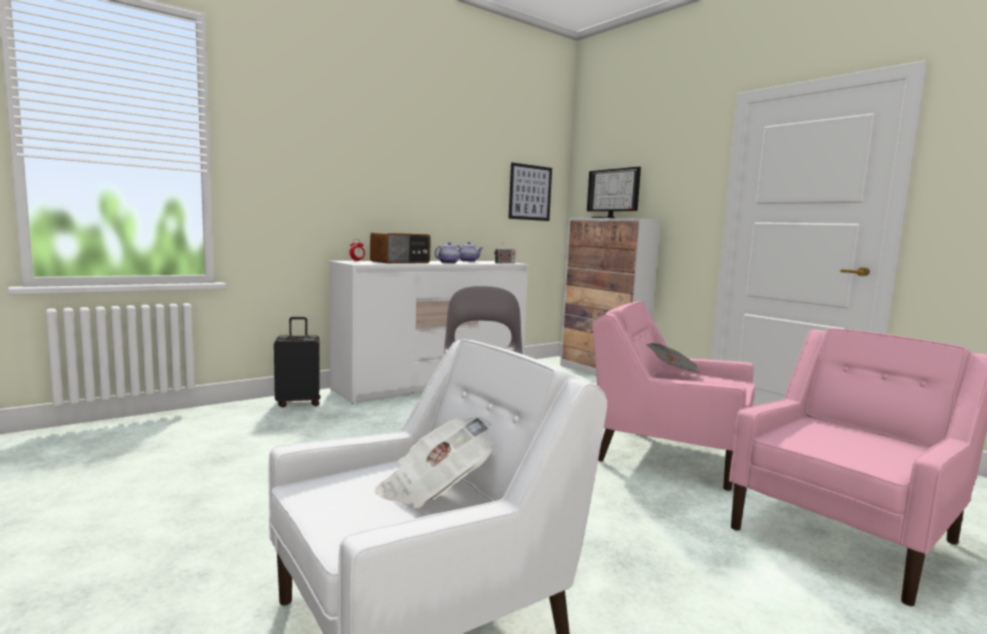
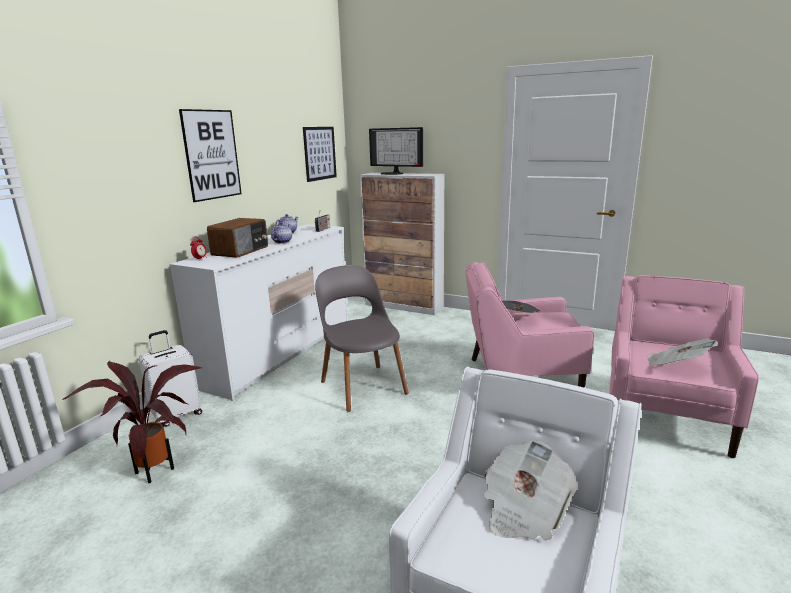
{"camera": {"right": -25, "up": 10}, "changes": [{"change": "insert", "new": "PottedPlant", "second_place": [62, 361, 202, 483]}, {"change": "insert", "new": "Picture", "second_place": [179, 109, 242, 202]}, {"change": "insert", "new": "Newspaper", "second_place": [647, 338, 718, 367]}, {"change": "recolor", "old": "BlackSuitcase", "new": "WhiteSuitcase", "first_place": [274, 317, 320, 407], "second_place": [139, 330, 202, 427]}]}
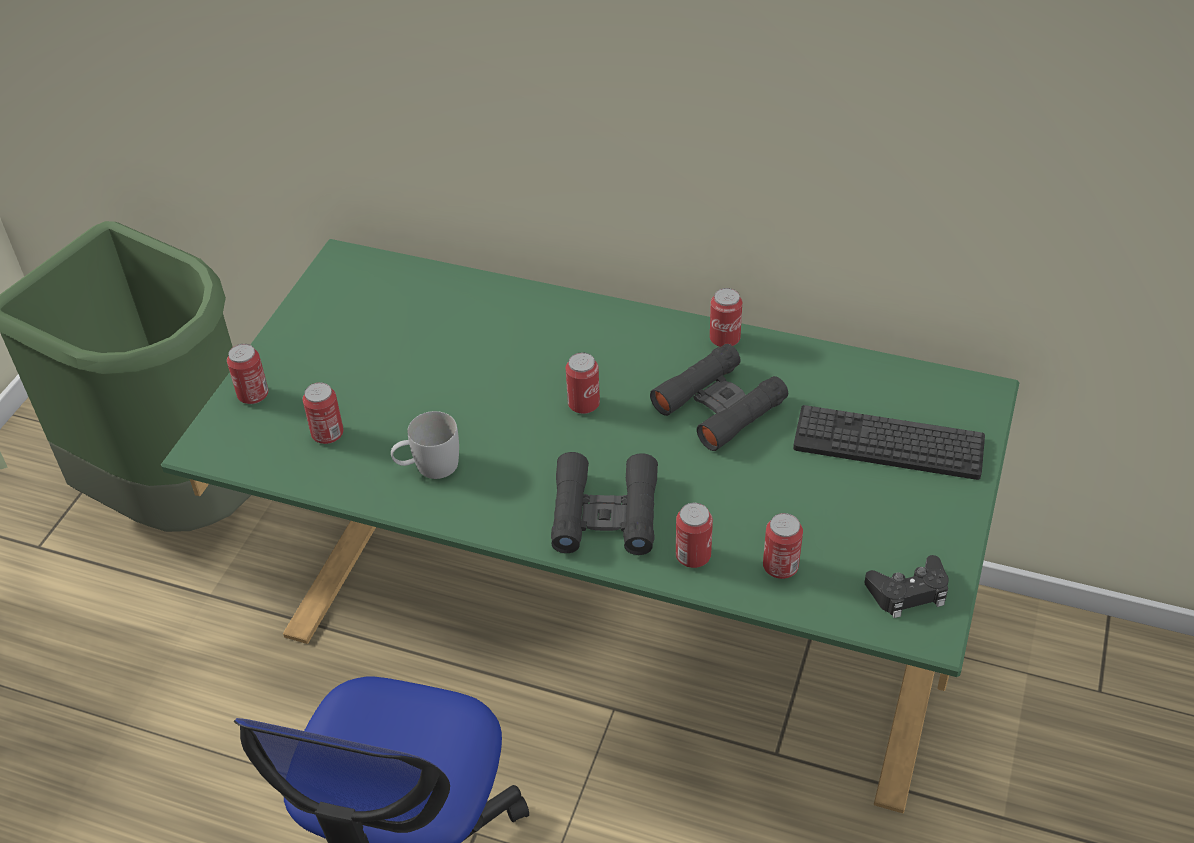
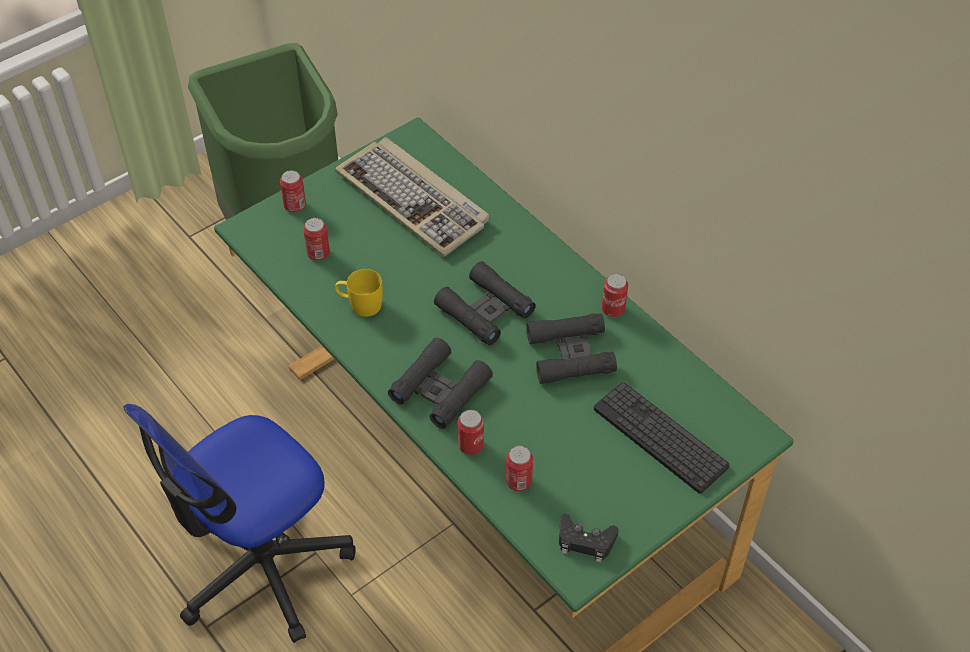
{"camera": {"right": 30, "up": 5}, "changes": [{"change": "insert", "new": "Keyboard", "second_place": [335, 137, 489, 257]}, {"change": "replace", "old": "Can", "new": "BlackBinoculars", "first_place": [566, 353, 600, 414], "second_place": [434, 261, 536, 345]}, {"change": "recolor", "old": "WhiteMug", "new": "YellowMug", "first_place": [391, 411, 459, 479], "second_place": [335, 269, 383, 317]}]}
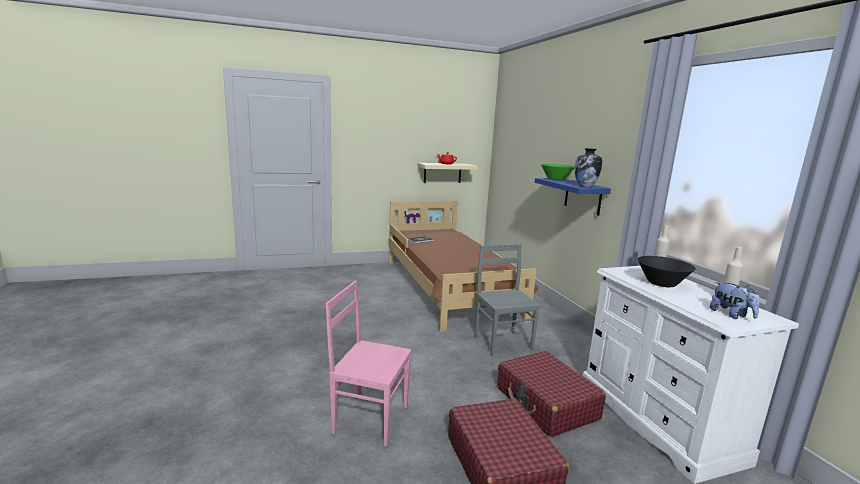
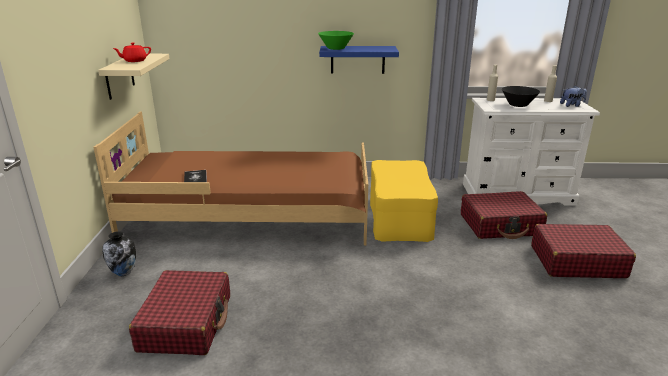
{"camera": {"right": -70, "up": 10}, "changes": [{"change": "delete", "old": "PinkChair", "first_place": [326, 281, 412, 446]}, {"change": "insert", "new": "RedSuitcase", "second_place": [129, 270, 230, 355]}, {"change": "move", "old": "Vase", "first_place": [575, 148, 602, 187], "second_place": [102, 231, 136, 276]}, {"change": "replace", "old": "GreyChair", "new": "YellowOttoman", "first_place": [474, 244, 541, 356], "second_place": [370, 160, 438, 242]}]}
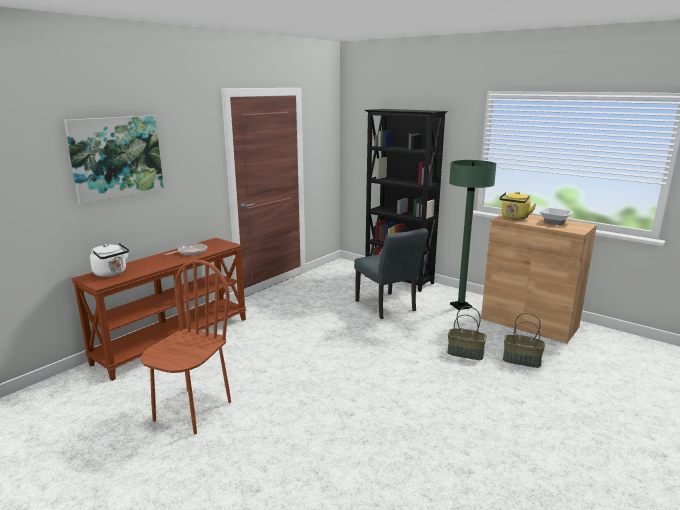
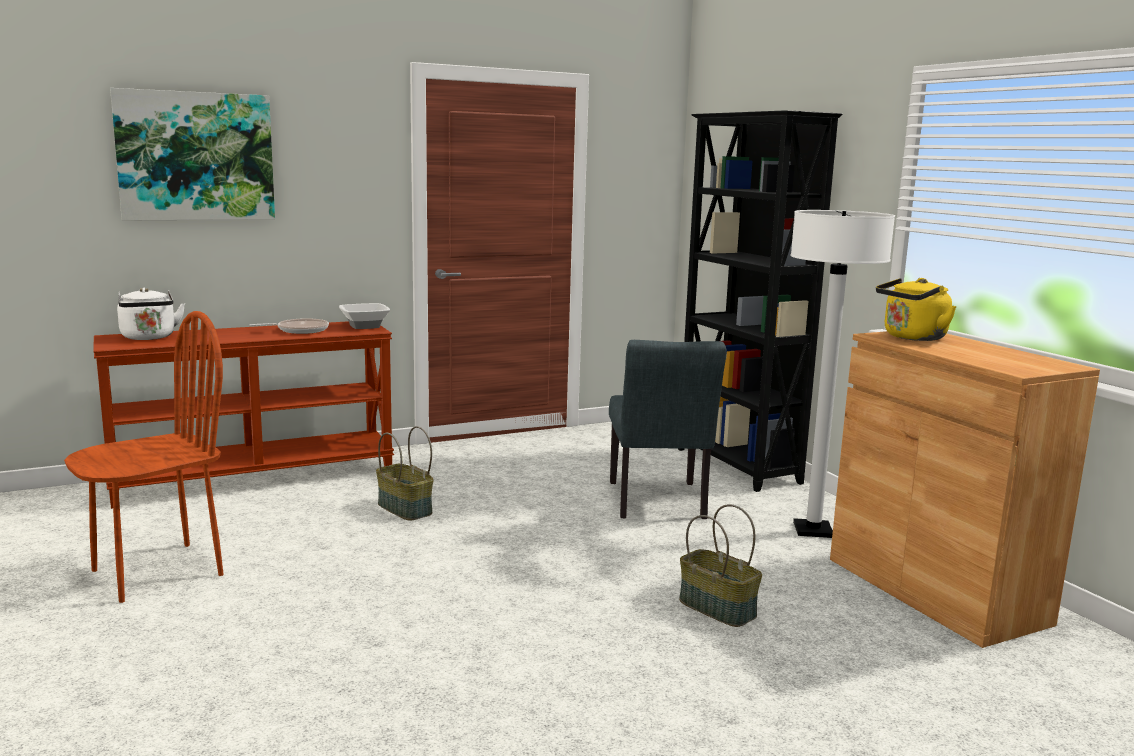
{"camera": {"right": 25, "up": -5}, "changes": [{"change": "move", "old": "Basket", "first_place": [503, 313, 545, 368], "second_place": [376, 426, 434, 521]}, {"change": "move", "old": "Bowl", "first_place": [540, 208, 573, 225], "second_place": [339, 303, 390, 329]}, {"change": "recolor", "old": "GreenFloorLamp", "new": "WhiteFloorLamp", "first_place": [449, 160, 496, 310], "second_place": [790, 210, 895, 538]}]}
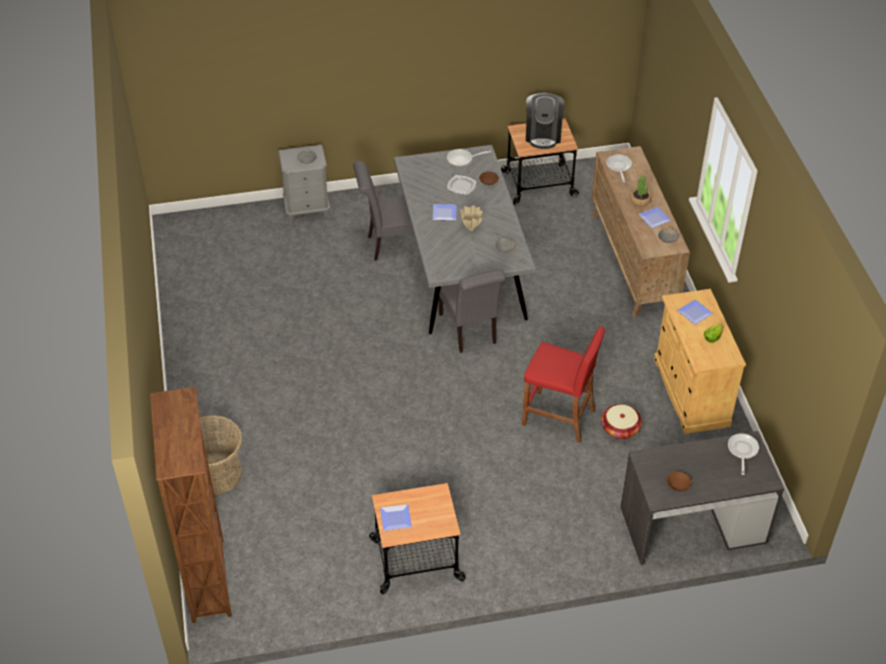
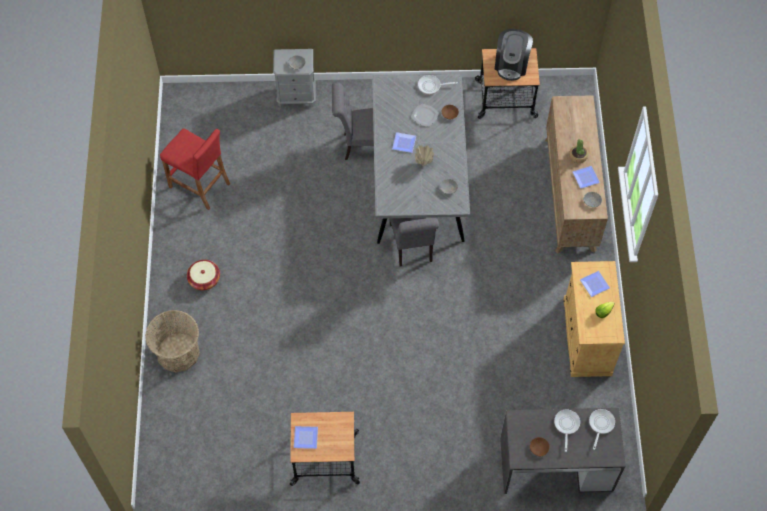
{"camera": {"right": 10, "up": 15}, "changes": [{"change": "delete", "old": "BrownBookcase", "first_place": [150, 387, 232, 623]}, {"change": "move", "old": "RedStool", "first_place": [522, 326, 605, 443], "second_place": [160, 128, 230, 210]}, {"change": "move", "old": "Basket", "first_place": [601, 404, 642, 439], "second_place": [187, 260, 220, 290]}, {"change": "move", "old": "FryingPan", "first_place": [606, 154, 632, 182], "second_place": [554, 410, 580, 452]}]}
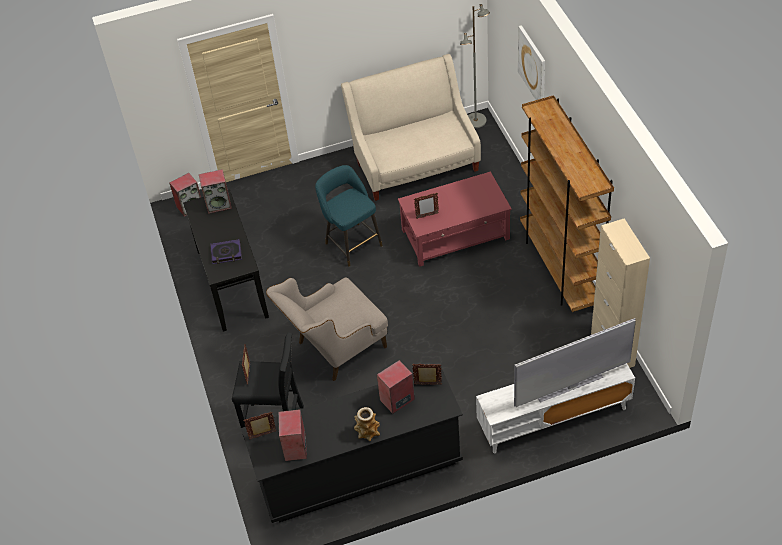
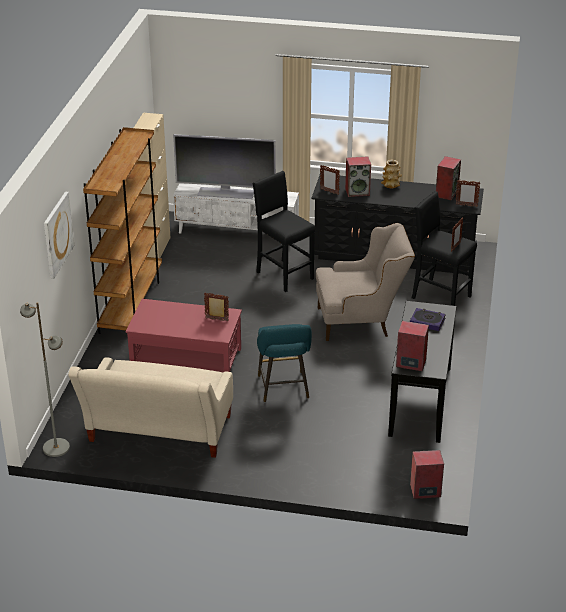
{"camera": {"right": -155, "up": -15}, "changes": [{"change": "insert", "new": "BlackStool", "second_place": [253, 171, 315, 292]}]}
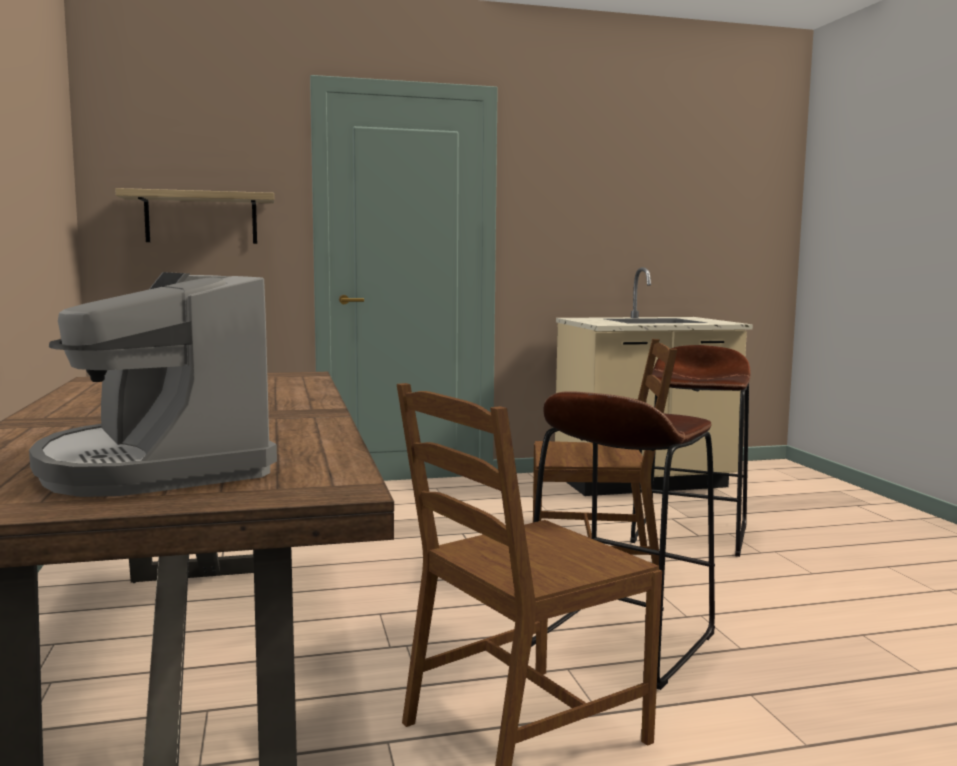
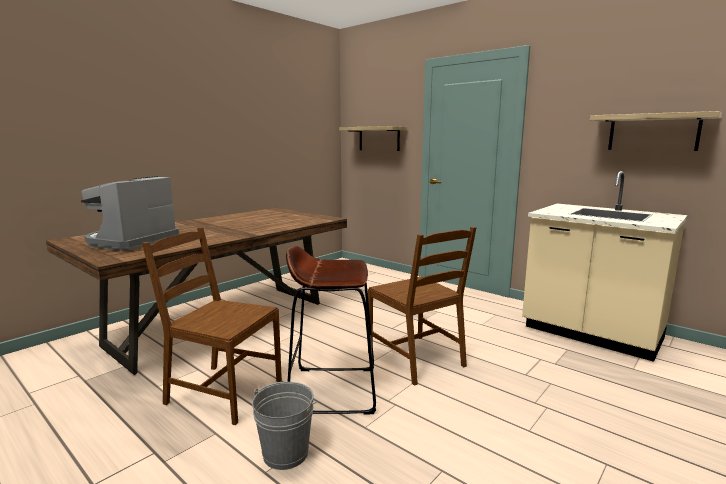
{"camera": {"right": 55, "up": 5}, "changes": [{"change": "delete", "old": "BrownStool", "first_place": [630, 345, 751, 557]}, {"change": "insert", "new": "GreyBucket", "second_place": [252, 382, 316, 470]}, {"change": "insert", "new": "Shelf", "second_place": [590, 111, 722, 151]}]}
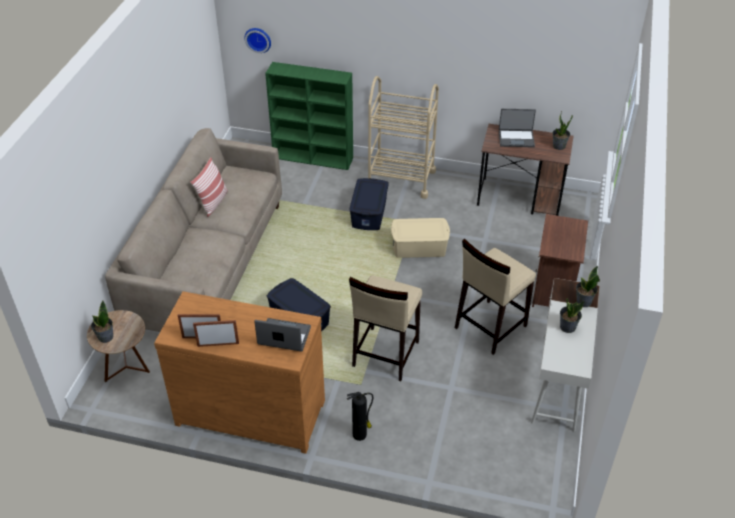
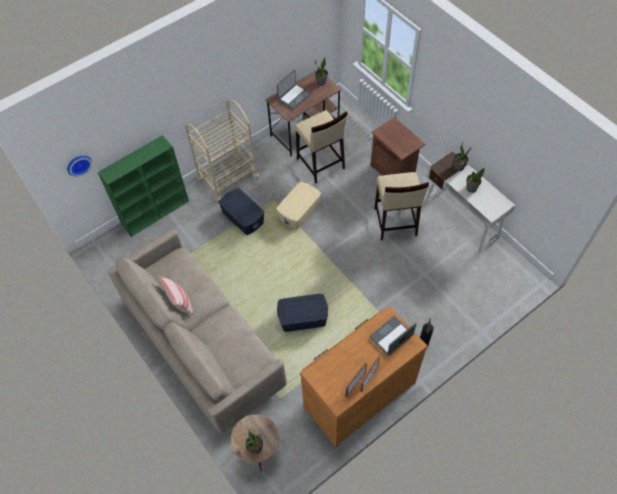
{"camera": {"right": -50, "up": 15}, "changes": [{"change": "move", "old": "BeigeStool", "first_place": [349, 275, 422, 381], "second_place": [295, 110, 348, 183]}]}
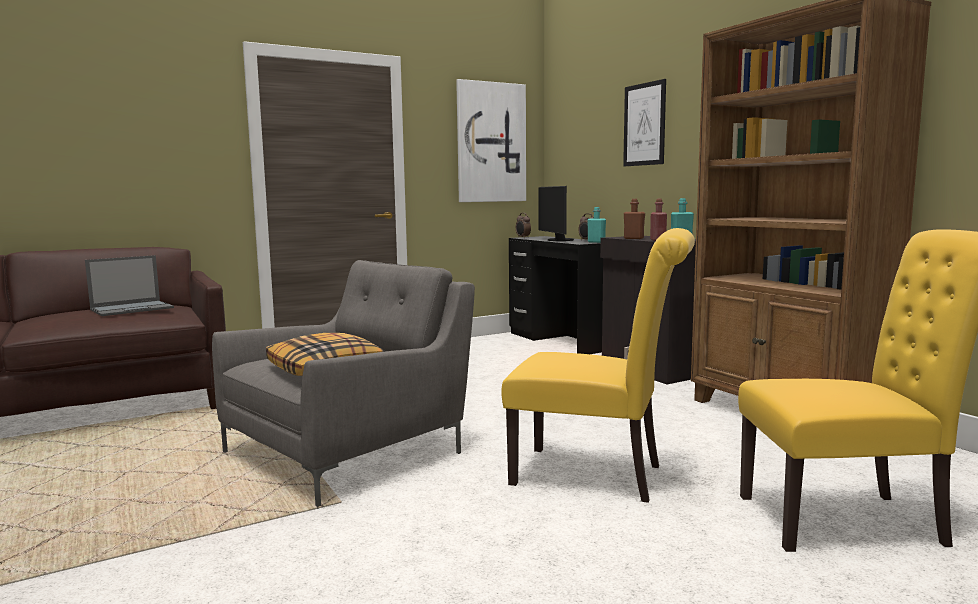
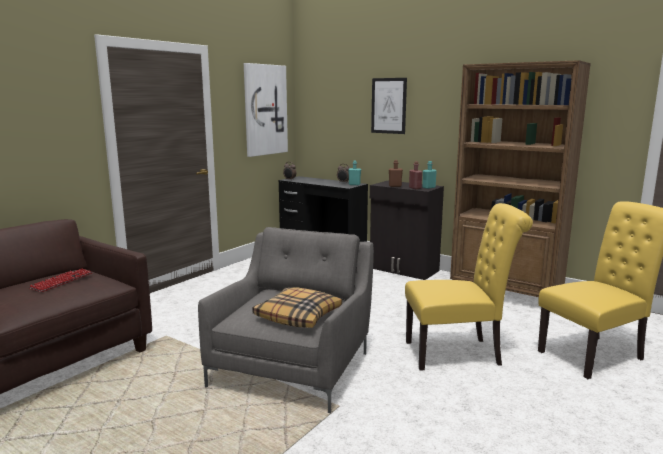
{"camera": {"right": -25, "up": 5}, "changes": [{"change": "delete", "old": "Monitor", "first_place": [538, 186, 574, 241]}, {"change": "replace", "old": "Laptop", "new": "Keyboard", "first_place": [85, 255, 174, 316], "second_place": [29, 269, 92, 292]}]}
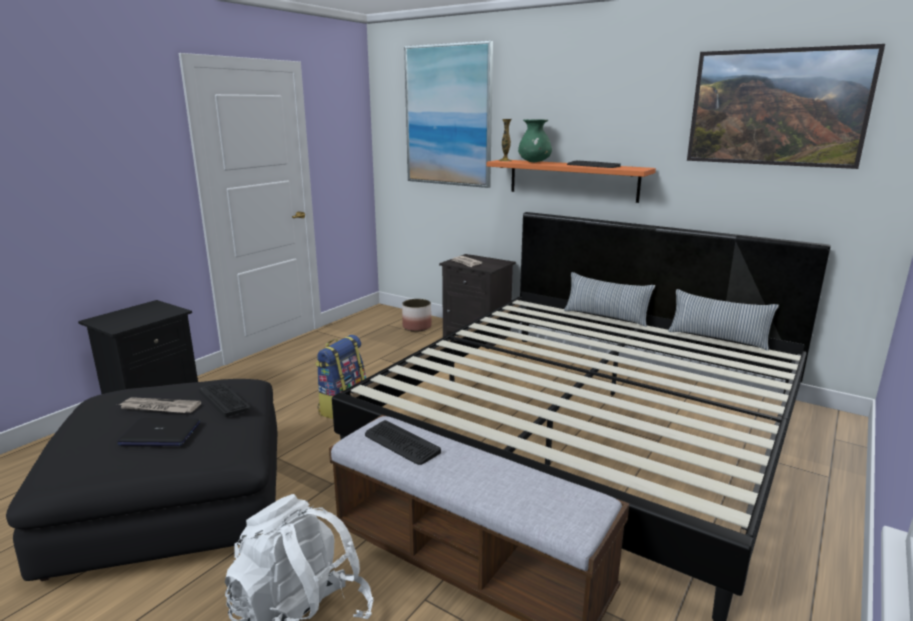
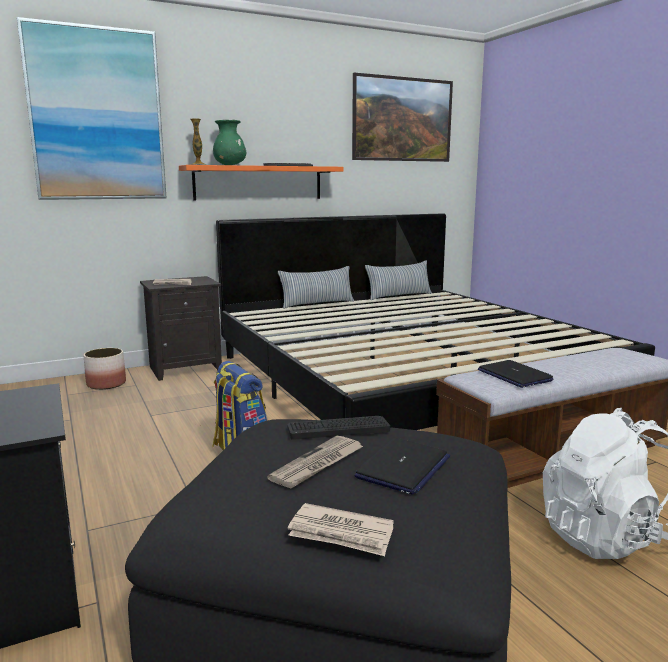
{"camera": {"right": -60, "up": -5}, "changes": [{"change": "insert", "new": "Newspaper", "second_place": [288, 503, 394, 556]}, {"change": "replace", "old": "Keyboard", "new": "Laptop", "first_place": [365, 420, 441, 465], "second_place": [478, 360, 553, 388]}]}
